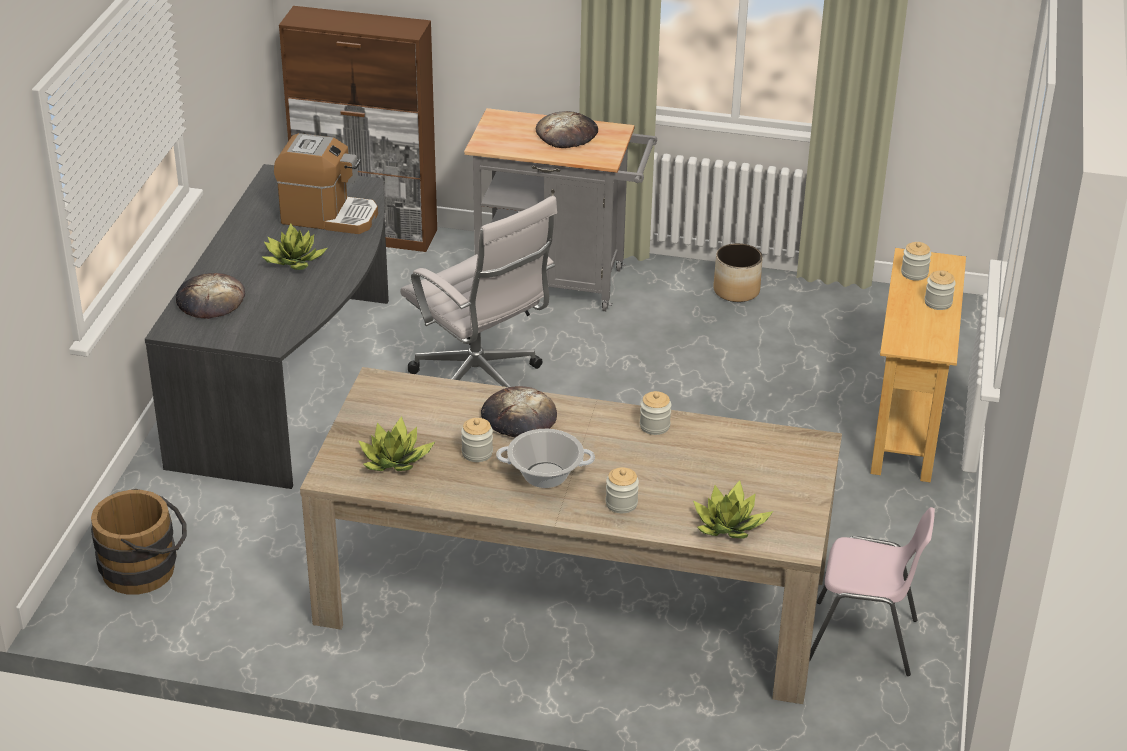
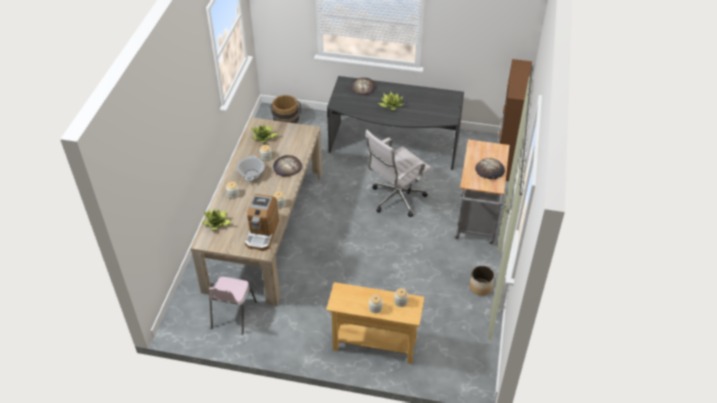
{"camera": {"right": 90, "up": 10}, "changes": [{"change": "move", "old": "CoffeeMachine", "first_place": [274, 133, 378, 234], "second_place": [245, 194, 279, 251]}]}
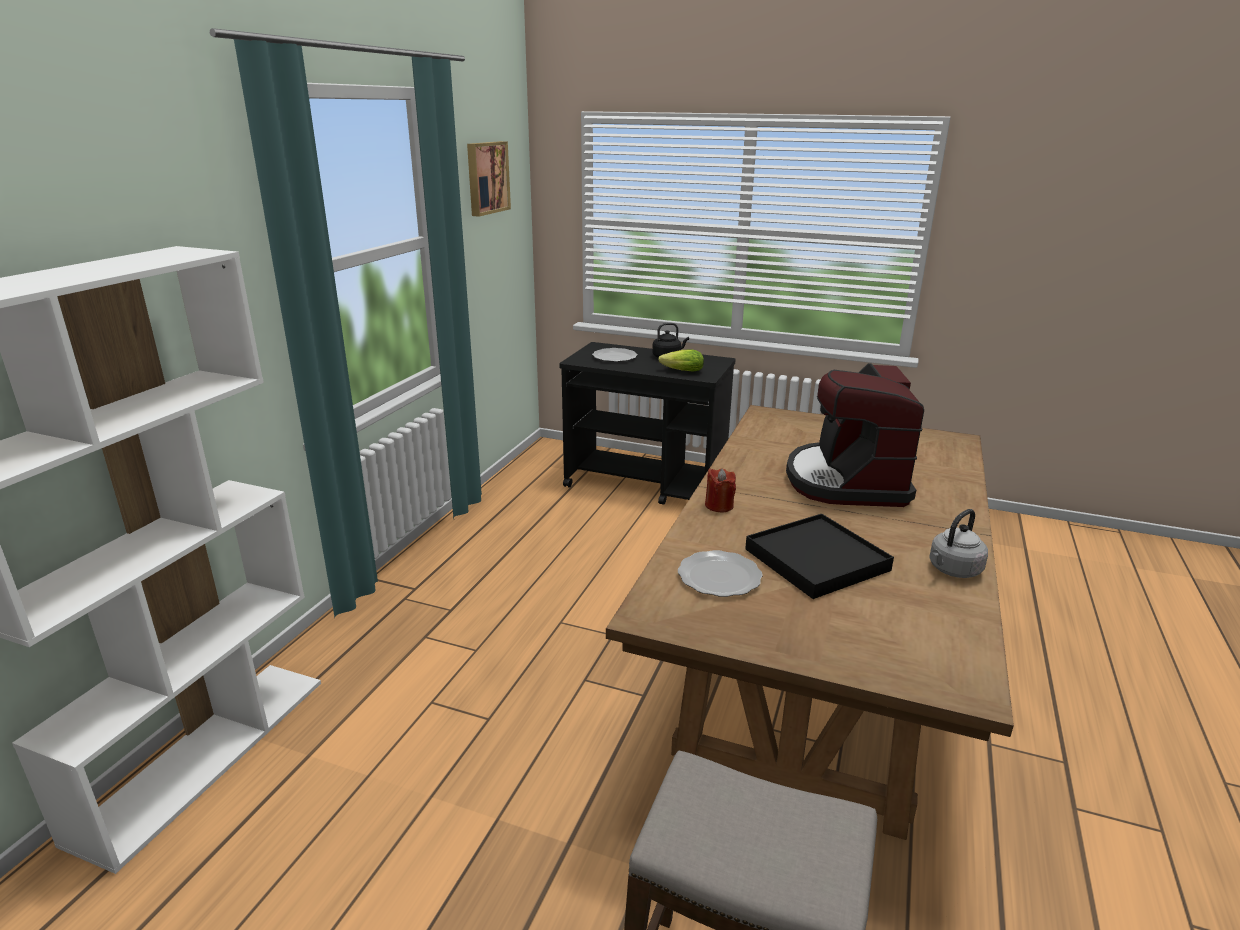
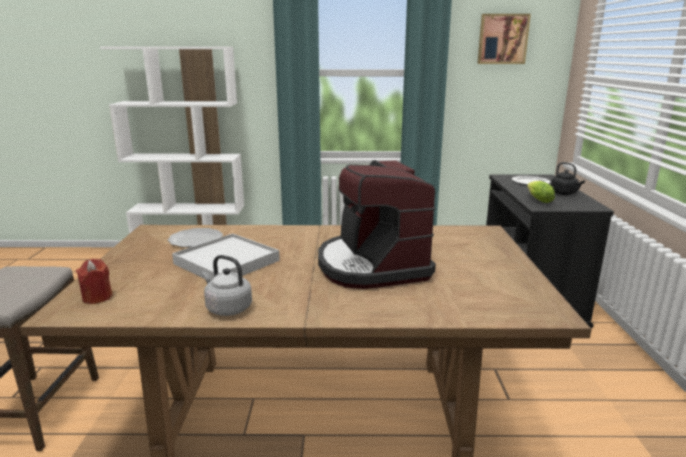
{"camera": {"right": 70, "up": -5}, "changes": [{"change": "move", "old": "RedCandle", "first_place": [705, 468, 736, 512], "second_place": [76, 259, 113, 304]}, {"change": "recolor", "old": "BlackTray", "new": "WhiteTray", "first_place": [745, 514, 894, 599], "second_place": [172, 233, 280, 281]}, {"change": "rotate", "old": "CoffeeMachine", "first_place": [786, 363, 924, 507], "second_place": [318, 160, 436, 289], "degrees": -90}]}
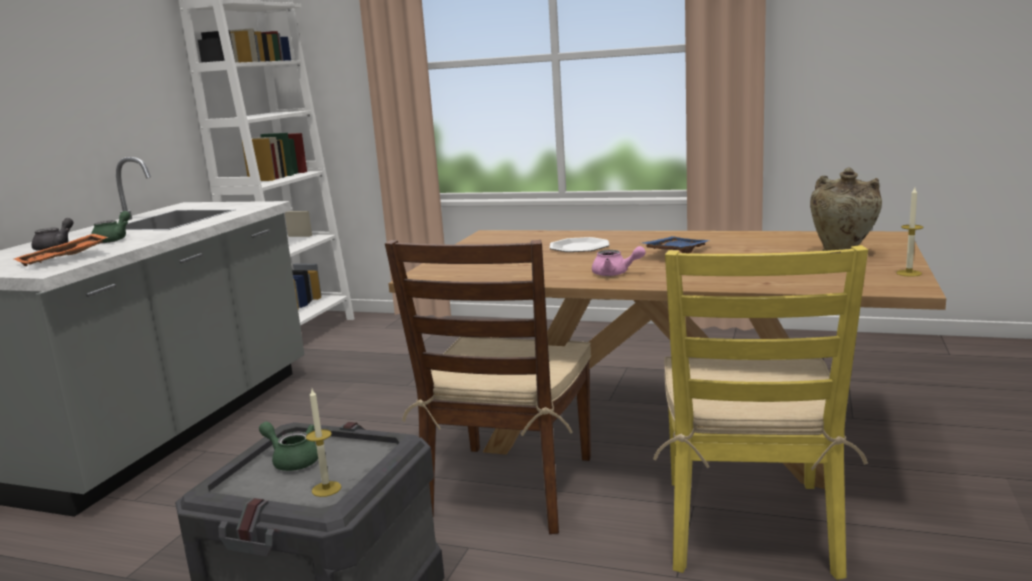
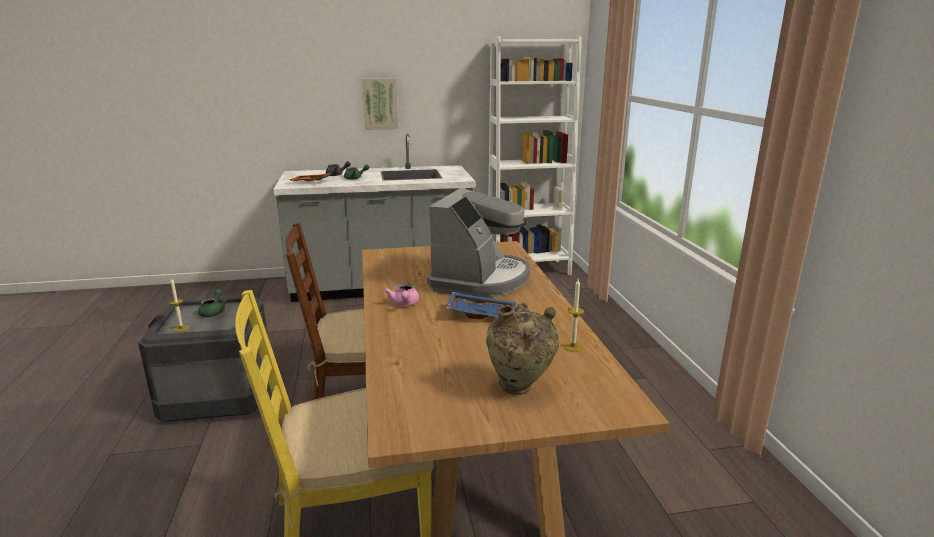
{"camera": {"right": 60, "up": 5}, "changes": [{"change": "insert", "new": "Picture", "second_place": [362, 78, 398, 130]}, {"change": "move", "old": "Candle", "first_place": [896, 188, 923, 277], "second_place": [563, 279, 585, 352]}, {"change": "replace", "old": "Plate", "new": "CoffeeMachine", "first_place": [550, 237, 609, 252], "second_place": [427, 188, 530, 297]}]}
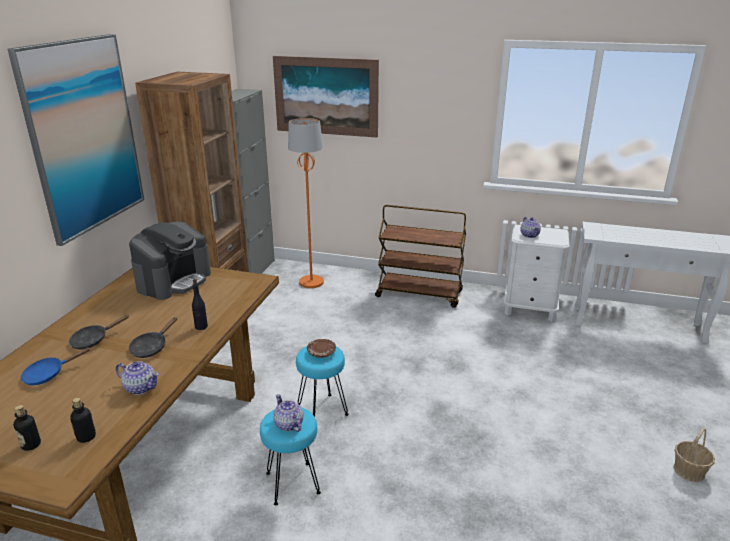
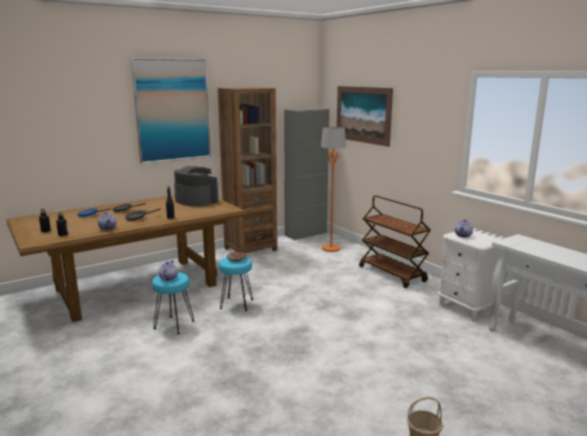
{"camera": {"right": 40, "up": -10}, "changes": [{"change": "rotate", "old": "CoffeeMachine", "first_place": [129, 222, 211, 300], "second_place": [174, 166, 219, 207], "degrees": -120}]}
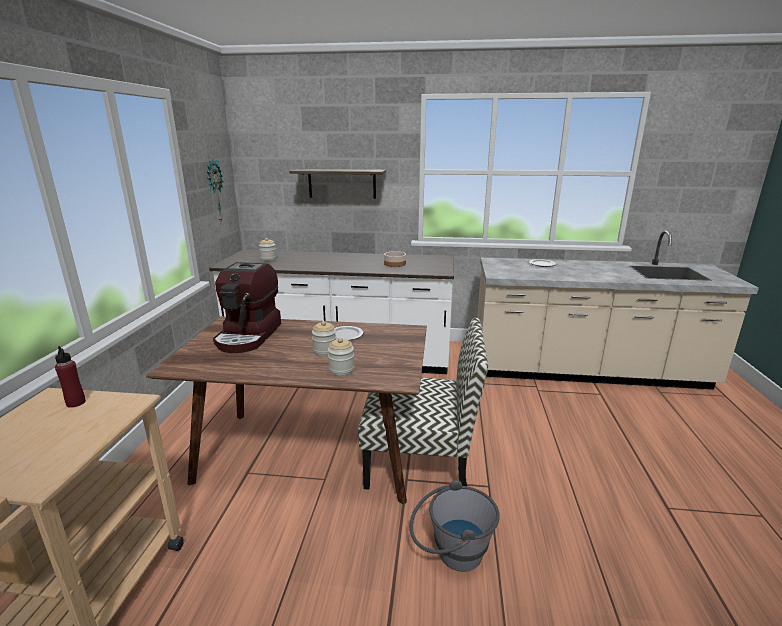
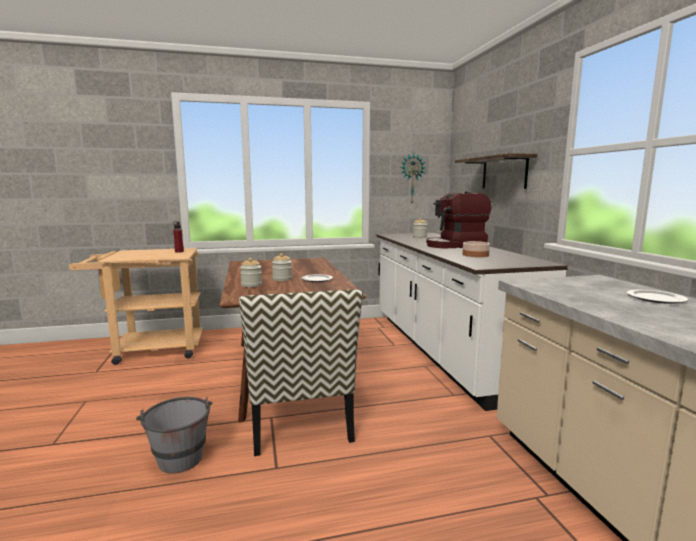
{"camera": {"right": 70, "up": -10}, "changes": [{"change": "move", "old": "CoffeeMachine", "first_place": [213, 262, 281, 353], "second_place": [426, 192, 492, 248]}]}
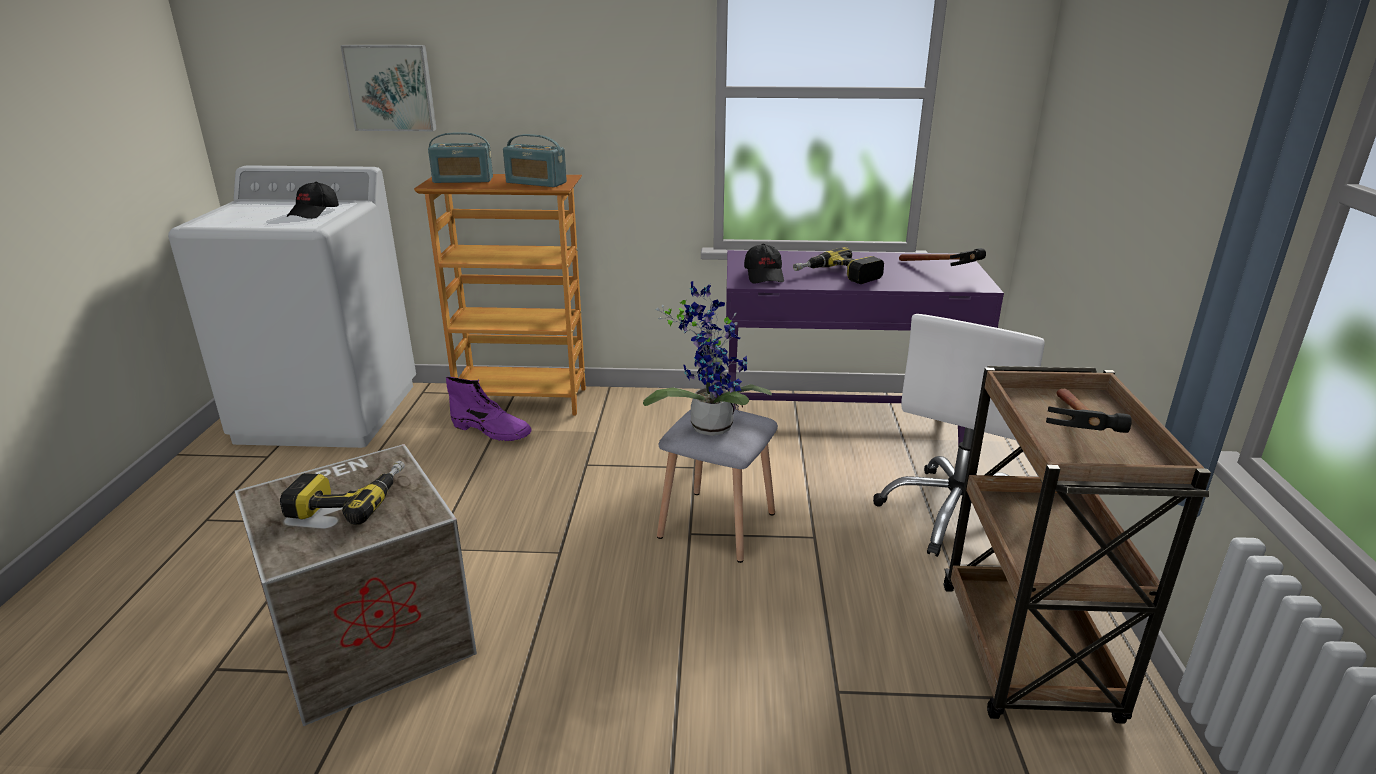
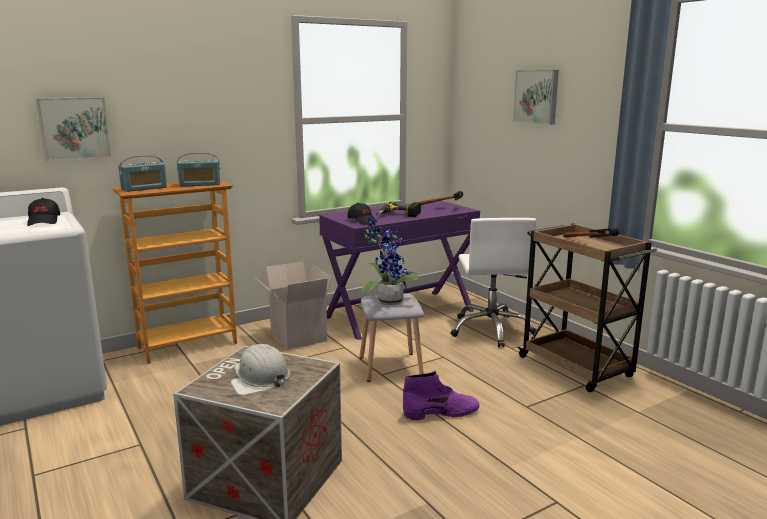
{"camera": {"right": -35, "up": -10}, "changes": [{"change": "insert", "new": "CardboardBox", "second_place": [255, 262, 332, 350]}, {"change": "insert", "new": "Picture", "second_place": [513, 70, 559, 125]}, {"change": "move", "old": "PurpleBoot", "first_place": [446, 377, 532, 441], "second_place": [403, 371, 479, 420]}, {"change": "replace", "old": "PowerDrill", "new": "WhiteHardHat", "first_place": [280, 461, 405, 525], "second_place": [234, 344, 290, 387]}]}
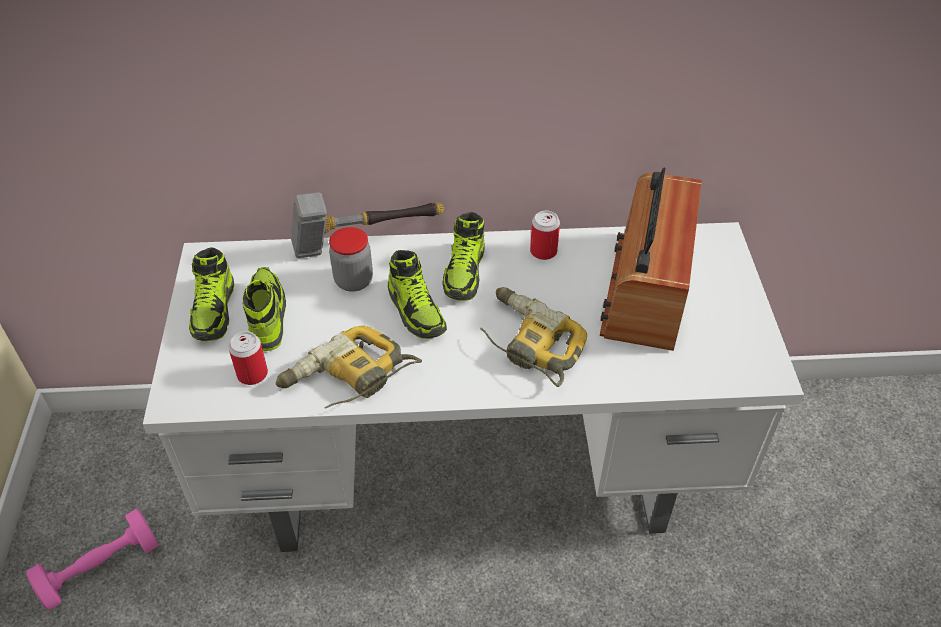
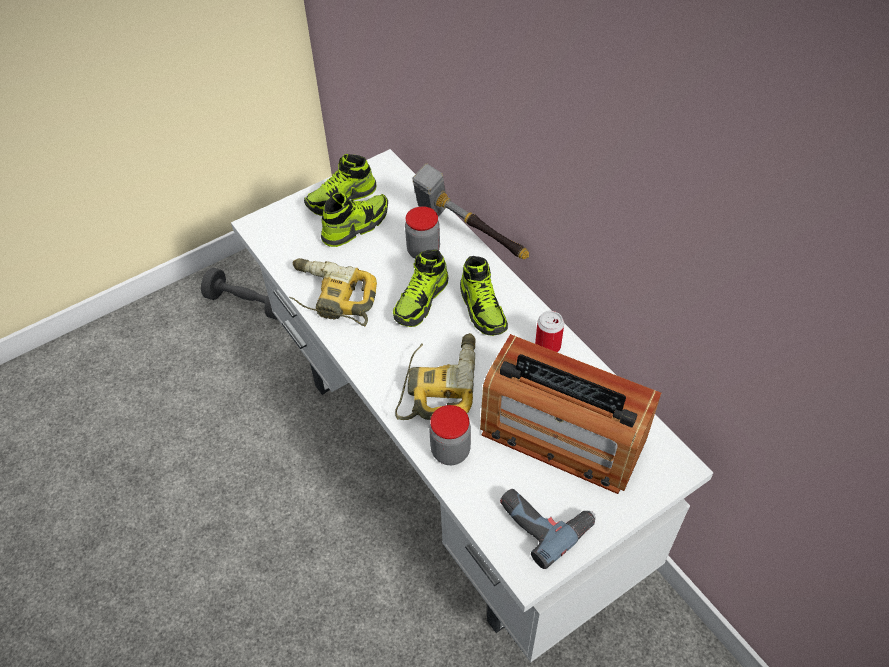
{"camera": {"right": 60, "up": 5}, "changes": [{"change": "delete", "old": "Can", "first_place": [228, 331, 268, 385]}, {"change": "insert", "new": "Jar", "second_place": [429, 405, 471, 465]}, {"change": "insert", "new": "PowerDrill", "second_place": [500, 489, 596, 569]}, {"change": "recolor", "old": "PinkDumbbell", "new": "GreyDumbbell", "first_place": [26, 509, 158, 610], "second_place": [201, 268, 277, 320]}, {"change": "rotate", "old": "Shoe", "first_place": [442, 212, 485, 300], "second_place": [460, 256, 508, 336], "degrees": -90}, {"change": "rotate", "old": "Radio", "first_place": [600, 167, 702, 351], "second_place": [480, 334, 661, 494], "degrees": -135}]}
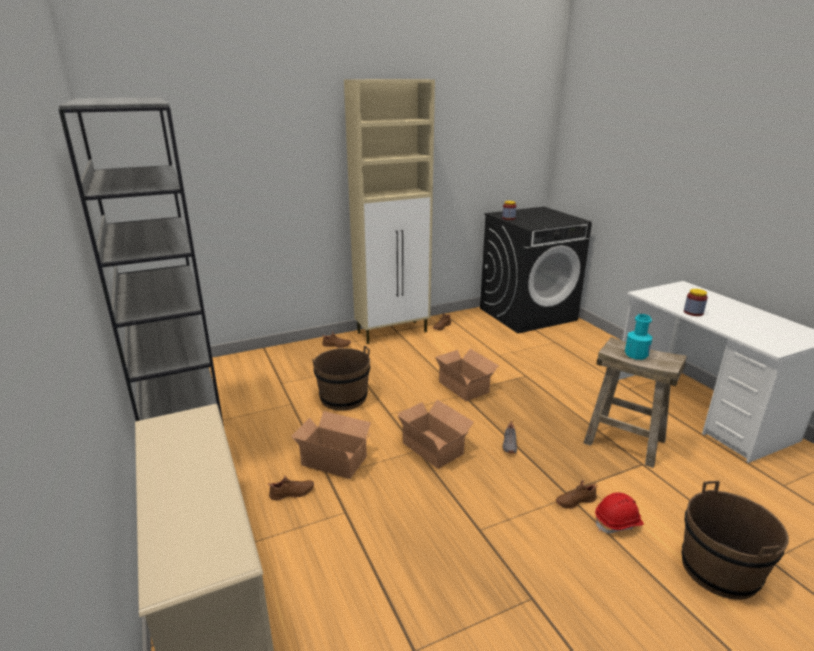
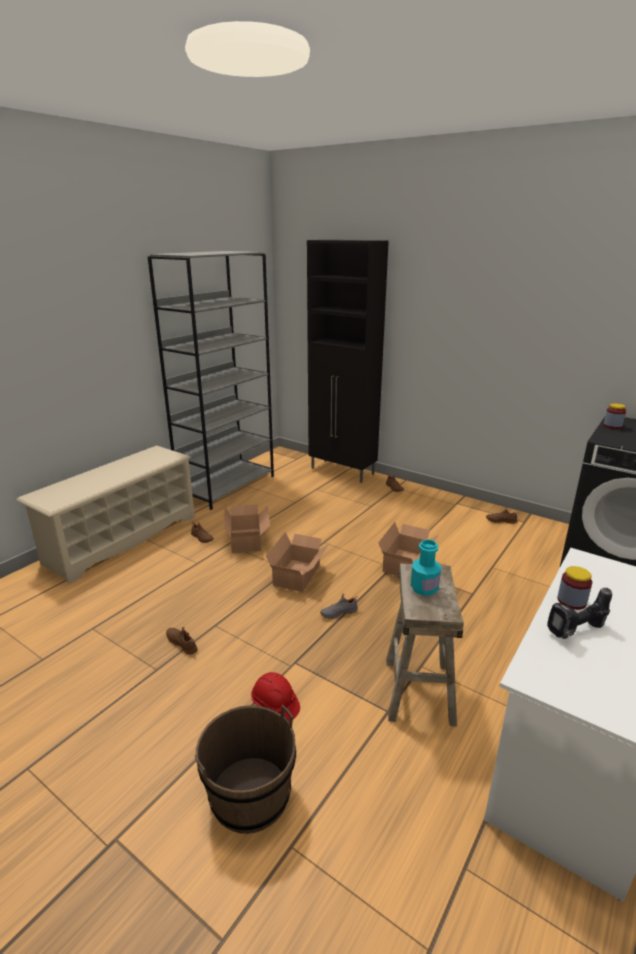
{"camera": {"right": 60, "up": 0}, "changes": [{"change": "delete", "old": "BrownBucket", "first_place": [312, 346, 370, 411]}, {"change": "delete", "old": "BeigeCabinet", "first_place": [344, 79, 435, 344]}, {"change": "insert", "new": "BlackCabinet", "second_place": [307, 240, 389, 483]}, {"change": "insert", "new": "PowerDrill", "second_place": [547, 588, 612, 639]}, {"change": "move", "old": "BrownShoe", "first_place": [556, 480, 598, 509], "second_place": [166, 627, 198, 655]}]}
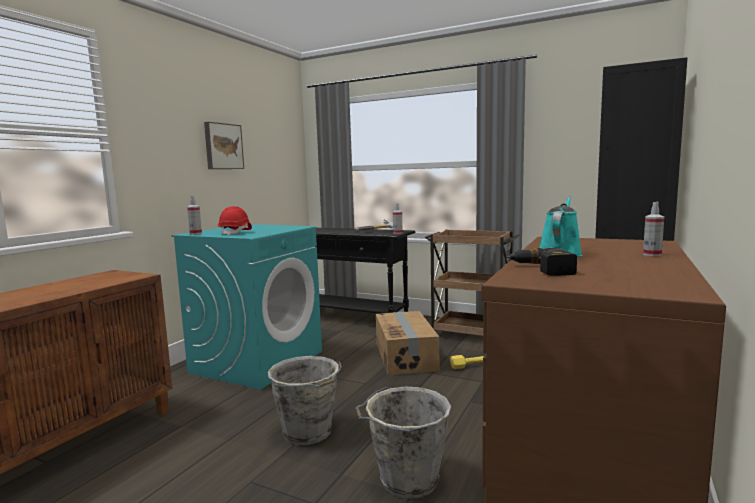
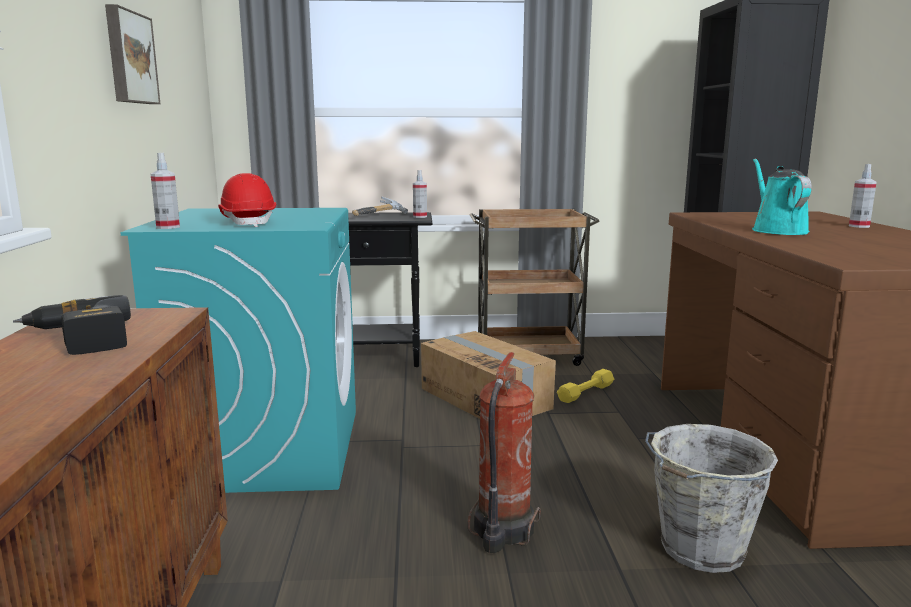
{"camera": {"right": -30, "up": 5}, "changes": [{"change": "move", "old": "PowerDrill", "first_place": [506, 248, 577, 276], "second_place": [13, 295, 131, 355]}, {"change": "replace", "old": "GreyBucket", "new": "FireExtinguisher", "first_place": [268, 356, 342, 445], "second_place": [468, 352, 541, 553]}]}
